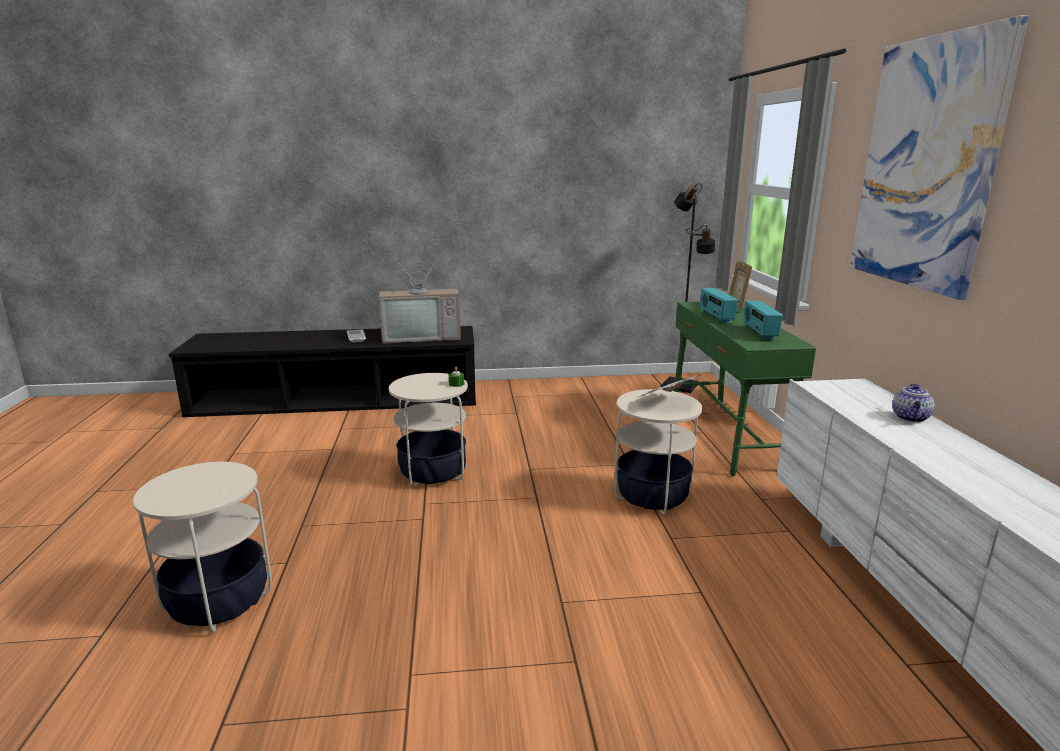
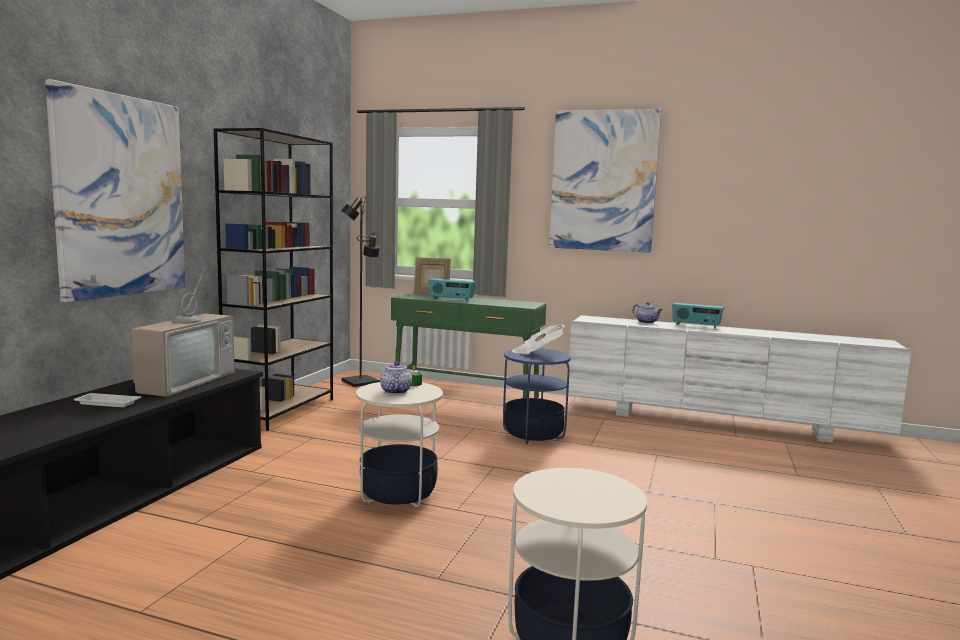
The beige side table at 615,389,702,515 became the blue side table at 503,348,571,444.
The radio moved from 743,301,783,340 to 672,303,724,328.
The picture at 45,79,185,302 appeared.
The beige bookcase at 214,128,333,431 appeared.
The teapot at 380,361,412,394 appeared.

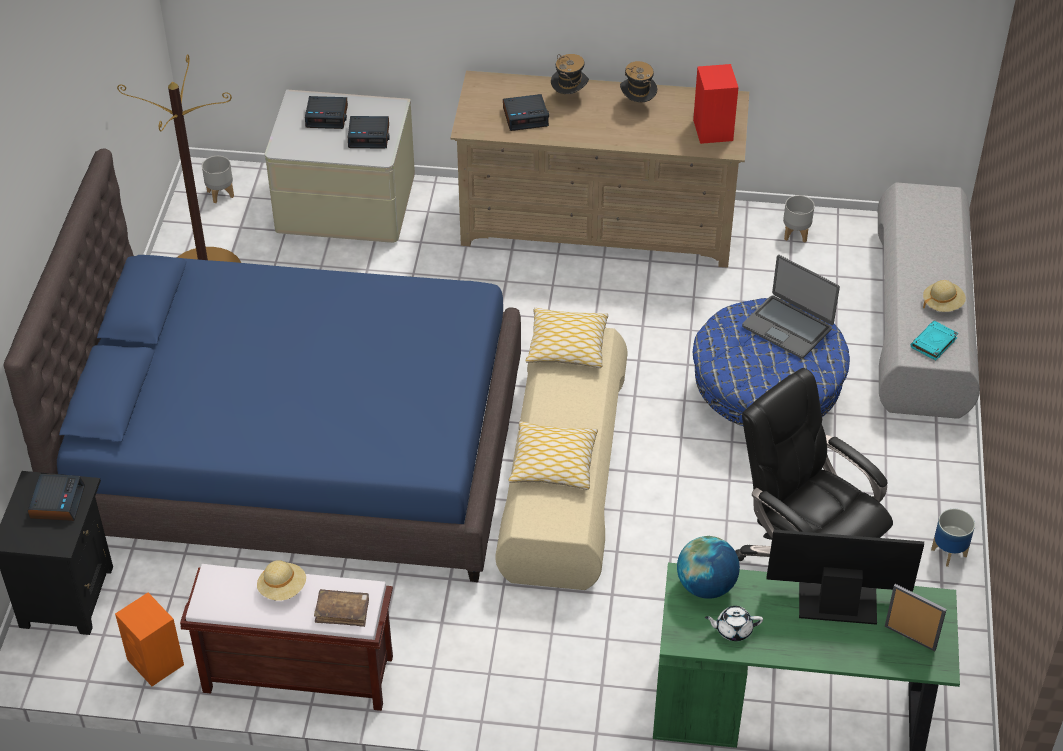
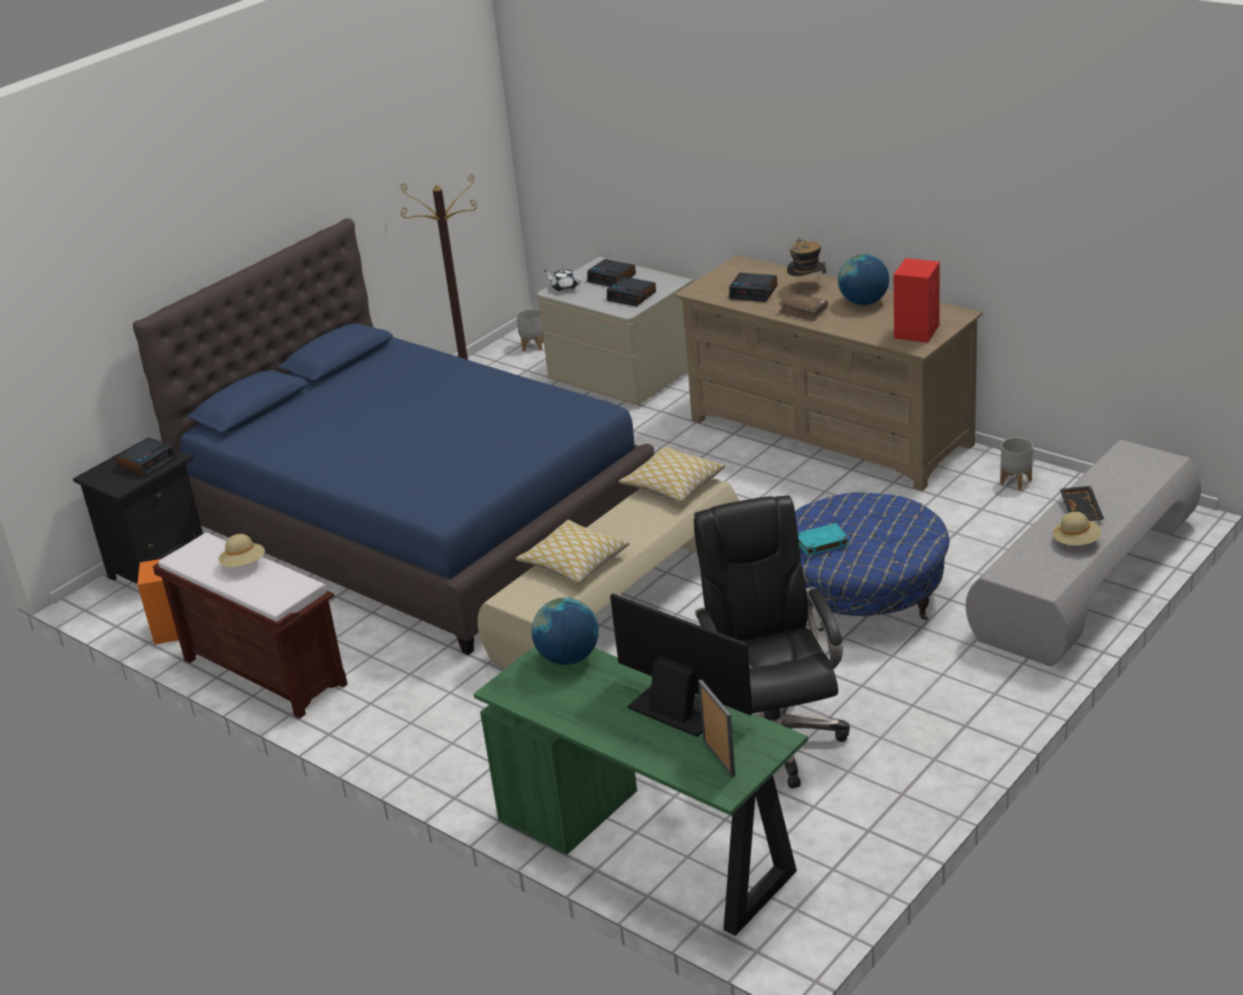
The brown book moved from 314,589,369,627 to 779,293,828,321.
The hat at 620,61,657,102 was replaced by the globe at 838,254,889,305.
The white teapot moved from 705,606,763,641 to 544,269,581,292.
The laptop at 742,255,840,359 disappeared.
The turquoise book moved from 911,321,958,361 to 798,523,849,556.
The planter at 931,509,975,567 disappeared.
The black tray at 1060,486,1104,521 appeared.

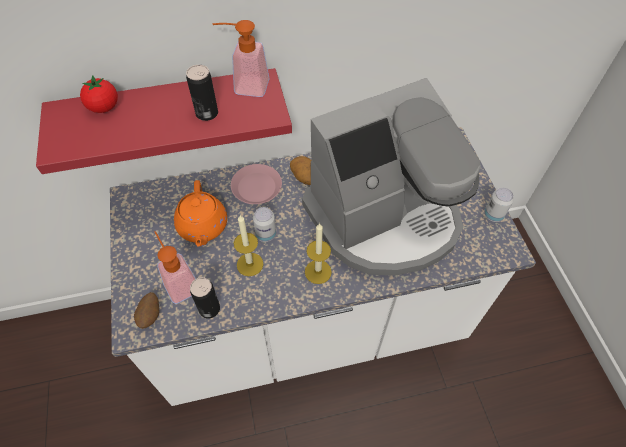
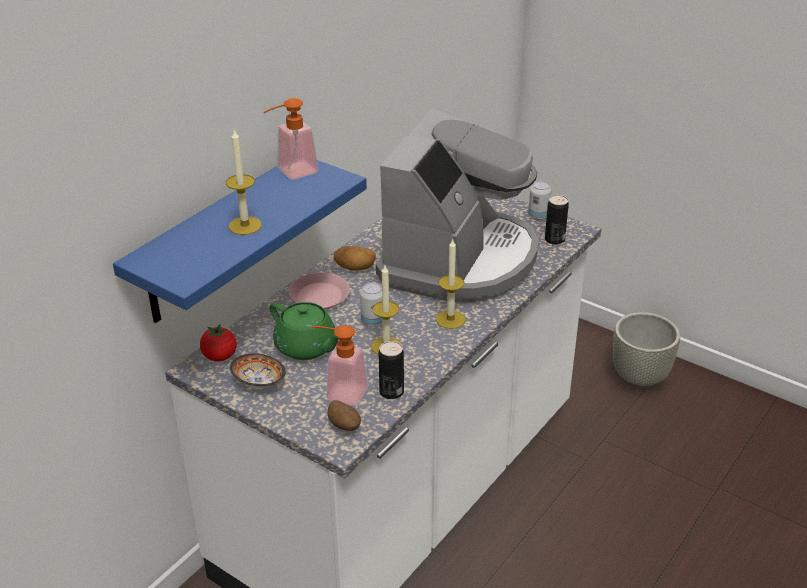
The red shelf at 36,68,292,174 became the blue shelf at 113,160,367,323.
The tomato moved from 80,75,118,113 to 200,324,237,361.
The orange teapot at 174,180,227,247 became the green teapot at 269,302,338,360.
The can moved from 186,65,218,121 to 545,195,569,245.
The candle at 226,129,262,235 appeared.
The bowl at 230,353,286,388 appeared.
The grey planter at 613,312,680,387 appeared.

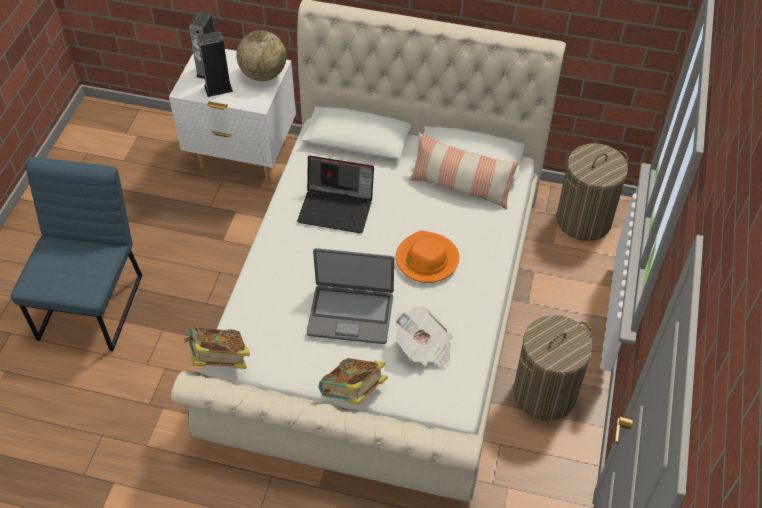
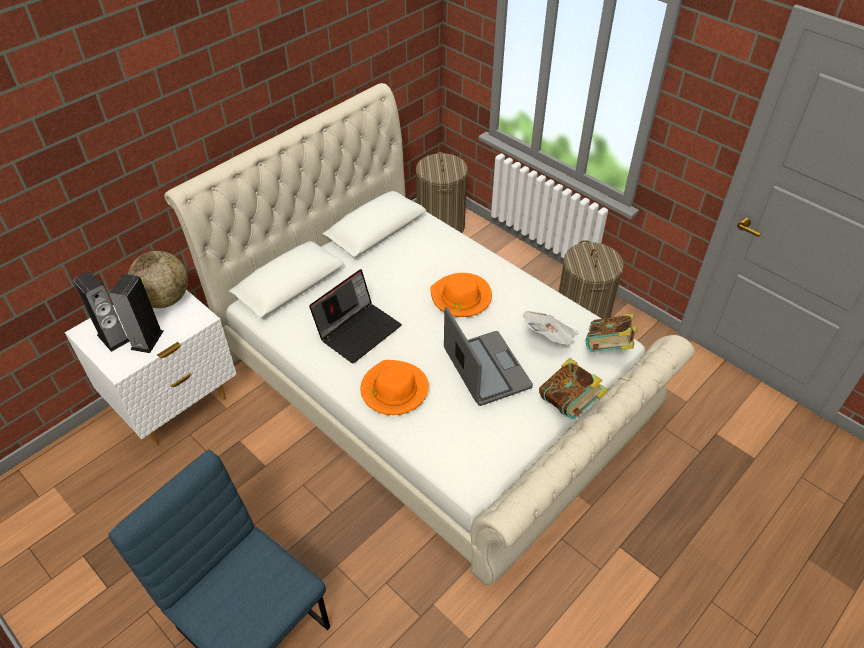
The book moved from 184,327,250,369 to 586,313,637,352.
The laptop at 307,248,394,344 turned 60 degrees counterclockwise.
The pillow at 409,133,519,210 disappeared.
The orange hat at 360,360,429,415 appeared.

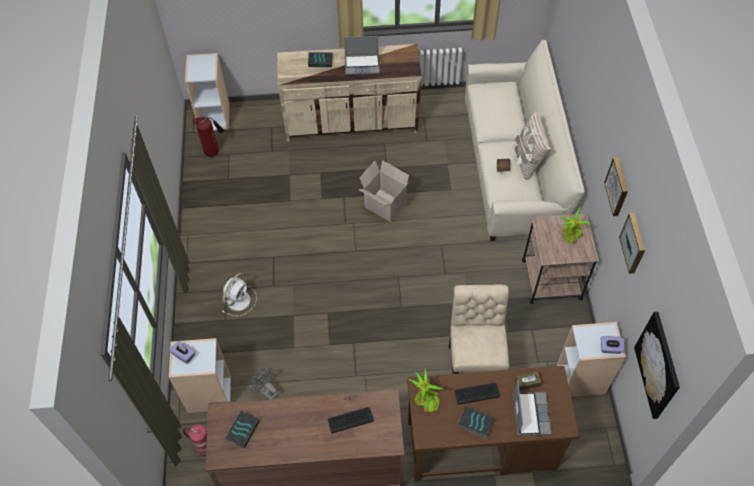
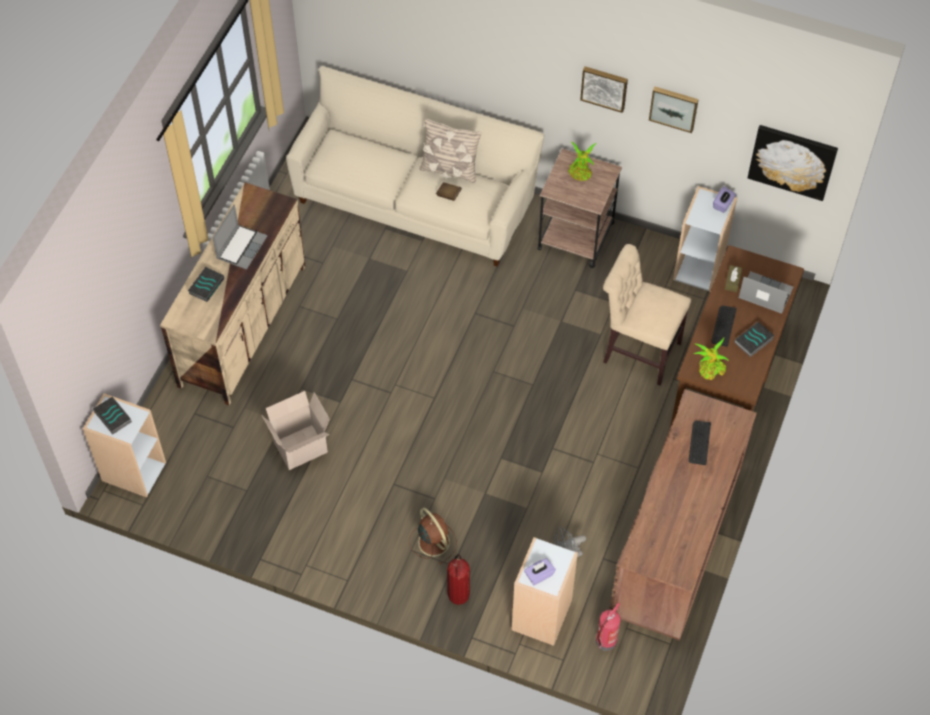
The fire extinguisher moved from 192,116,224,157 to 447,554,470,605.
The white fan at 222,272,257,316 became the brown fan at 409,508,457,565.
The book moved from 225,410,260,448 to 93,397,132,435.
The cardboard box moved from 358,160,411,222 to 262,391,330,470.

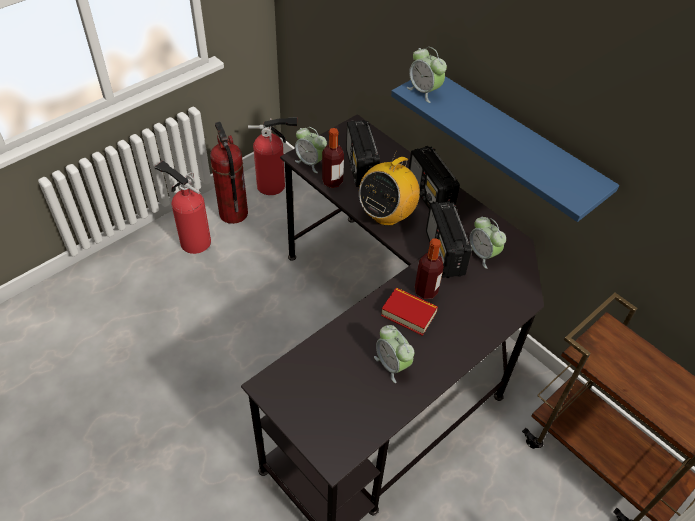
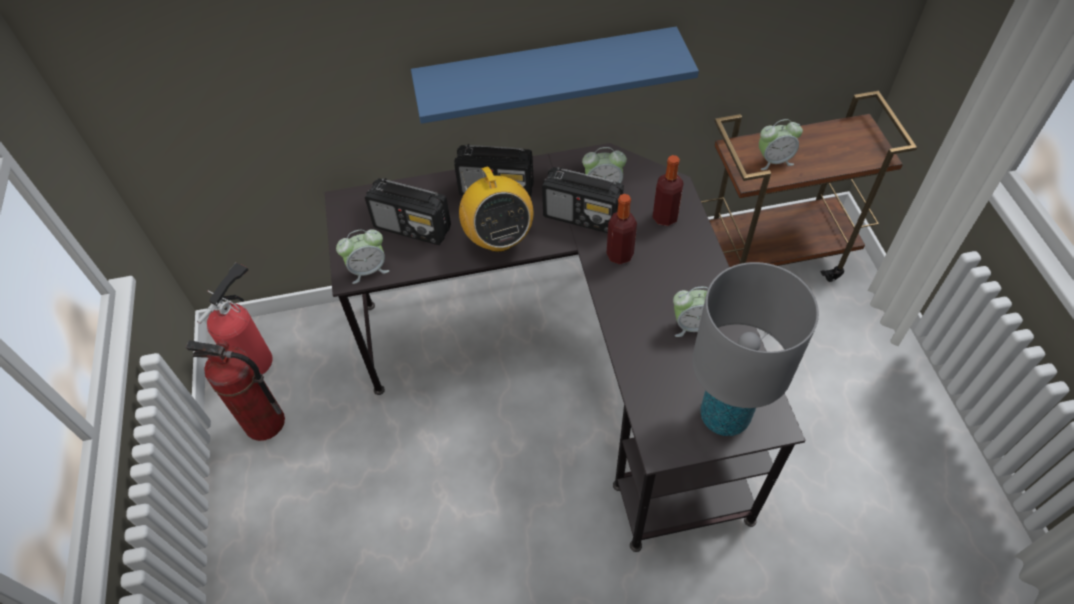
The fire extinguisher at 155,161,211,254 disappeared.
The bottle moved from 322,128,344,188 to 652,155,683,226.
The book at 381,288,438,336 disappeared.
The alarm clock moved from 407,47,447,103 to 759,119,803,170.
The grey table lamp at 692,262,819,436 appeared.

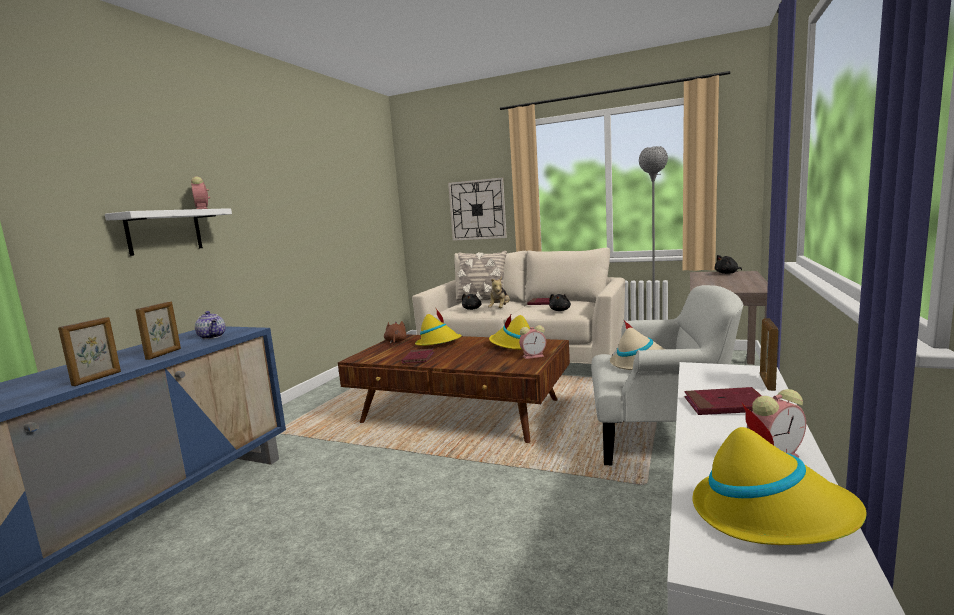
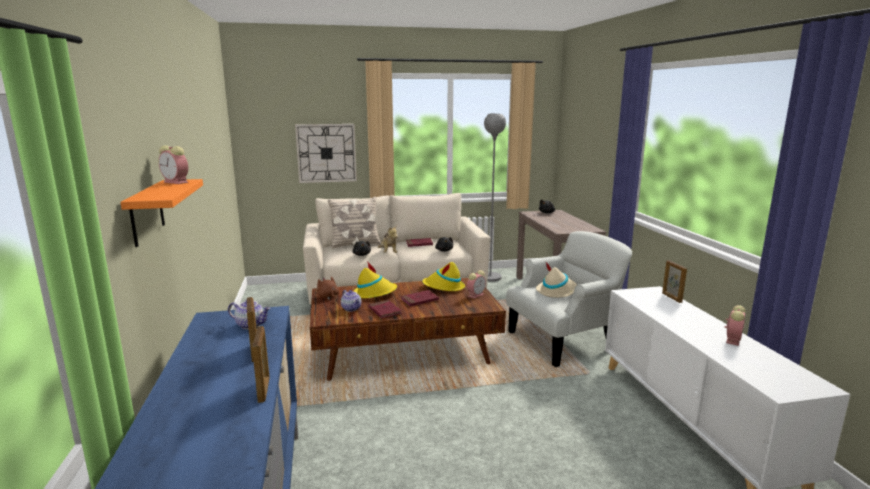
The white shelf at 105,208,232,256 became the orange shelf at 121,179,203,247.
The red book moved from 684,387,762,415 to 401,290,439,307.
The yellow hat at 692,402,867,545 disappeared.
The teapot at 341,290,361,312 appeared.

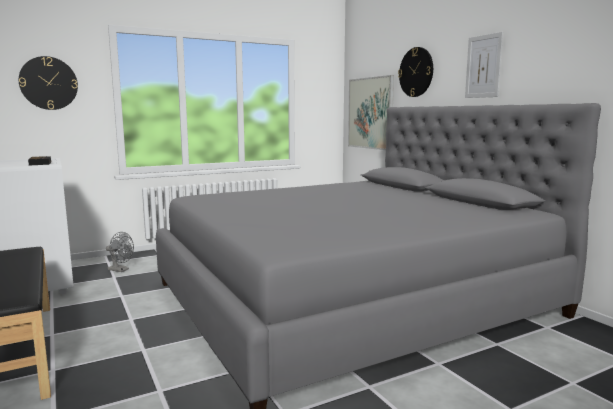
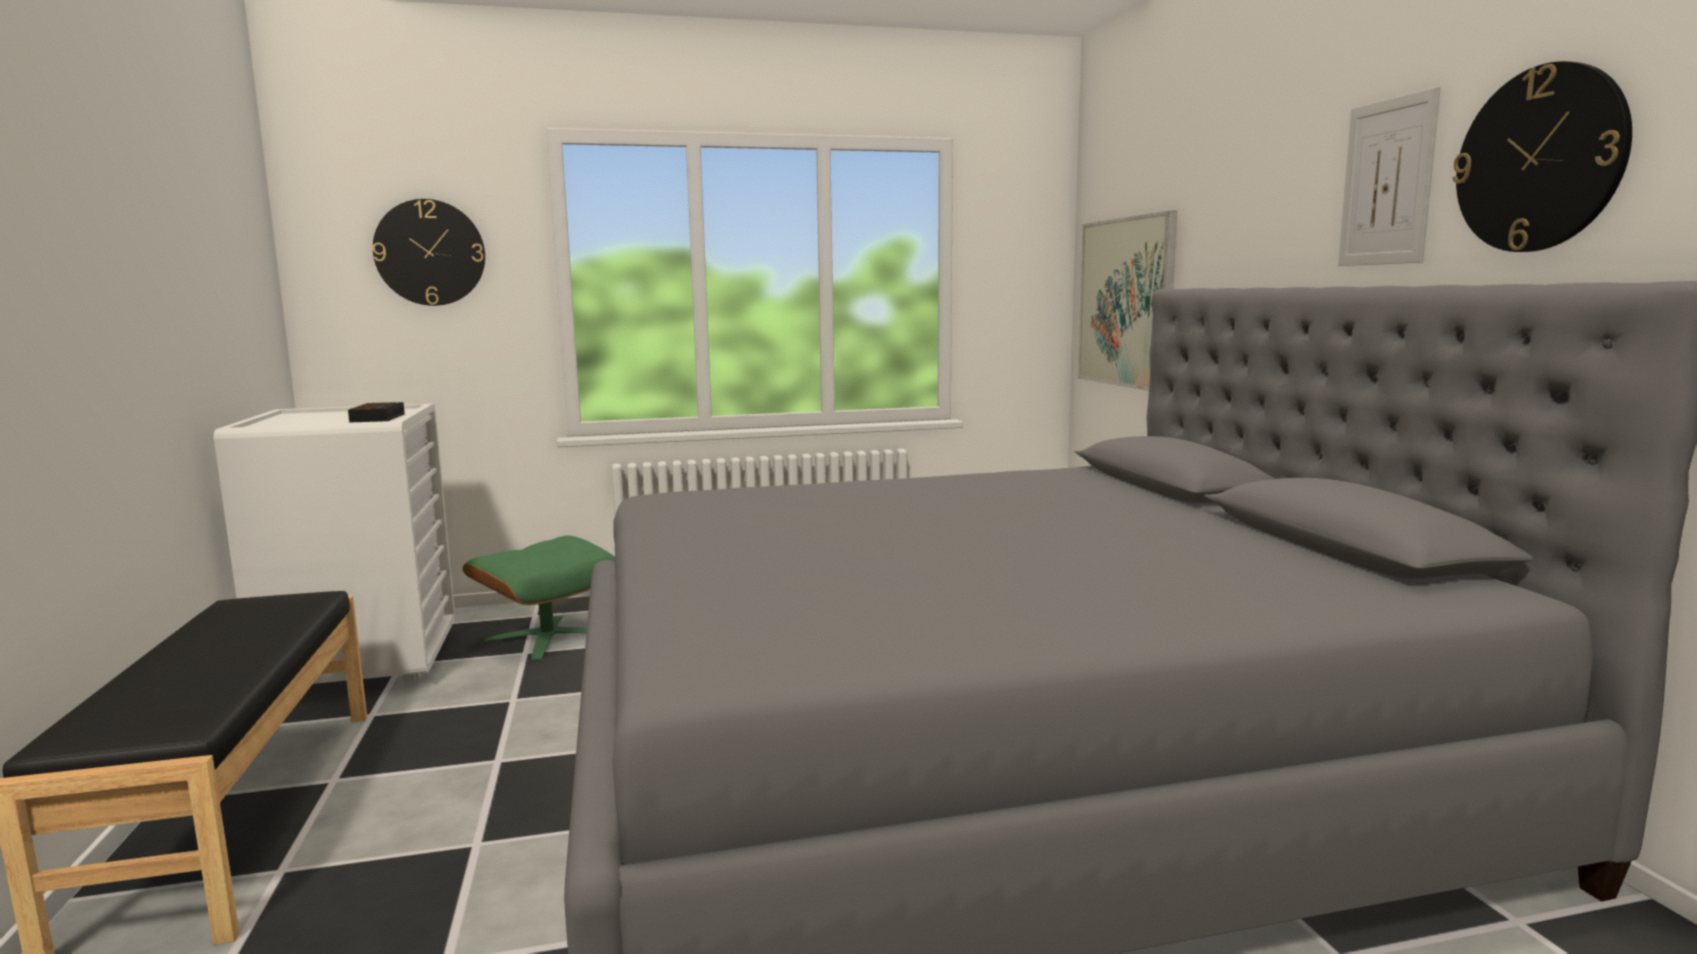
The grey fan at 106,232,134,272 was replaced by the green ottoman at 463,536,615,660.
The wall clock moved from 398,47,433,97 to 1452,61,1632,252.

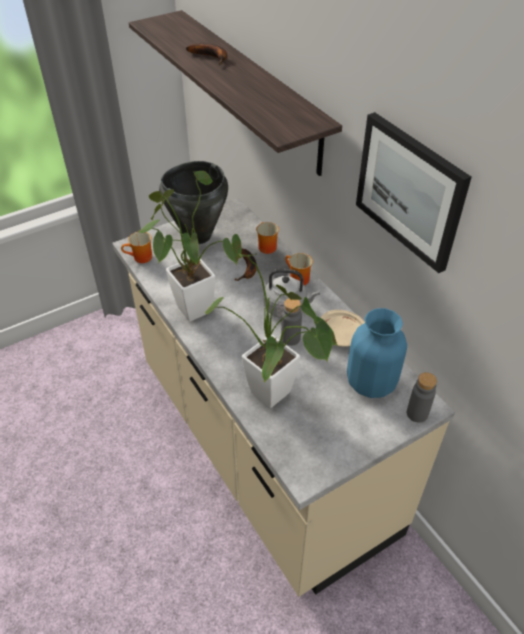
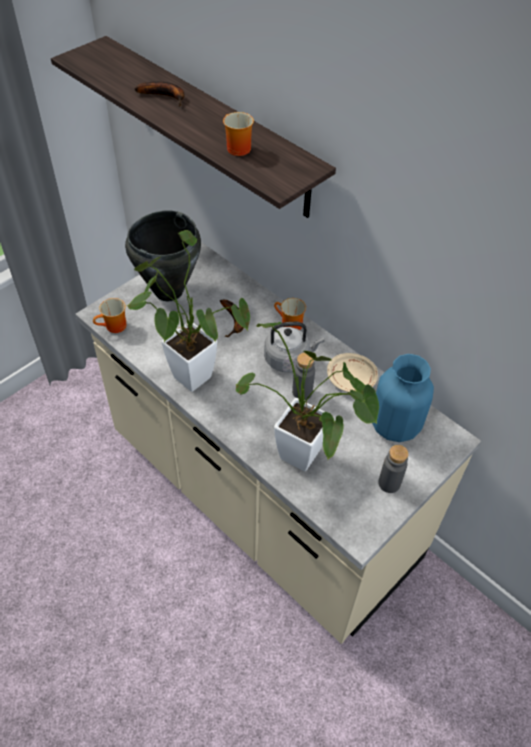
The mug moved from 256,222,279,254 to 223,112,254,156.
The picture at 356,112,472,273 disappeared.
The grey bottle moved from 407,372,437,423 to 378,445,409,493.

